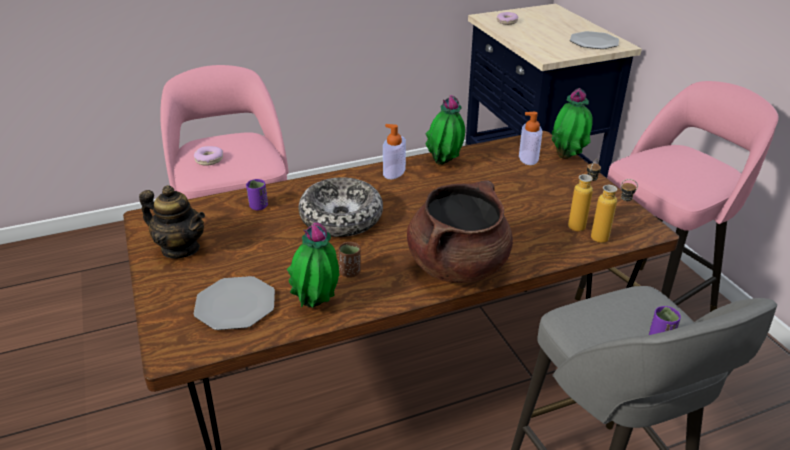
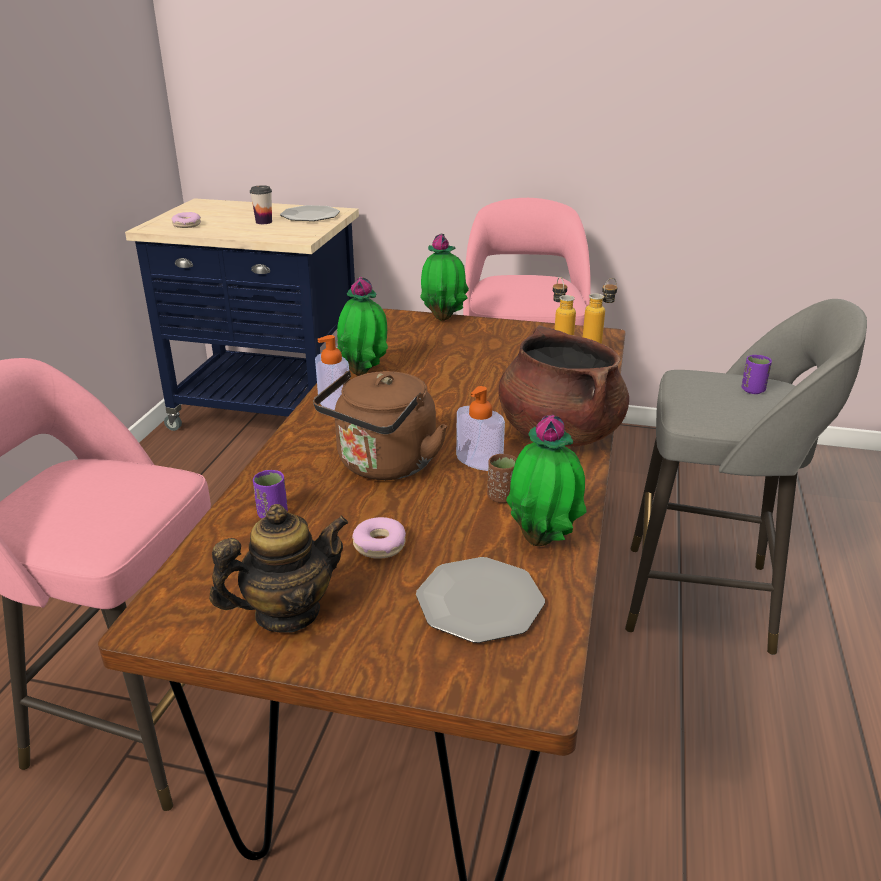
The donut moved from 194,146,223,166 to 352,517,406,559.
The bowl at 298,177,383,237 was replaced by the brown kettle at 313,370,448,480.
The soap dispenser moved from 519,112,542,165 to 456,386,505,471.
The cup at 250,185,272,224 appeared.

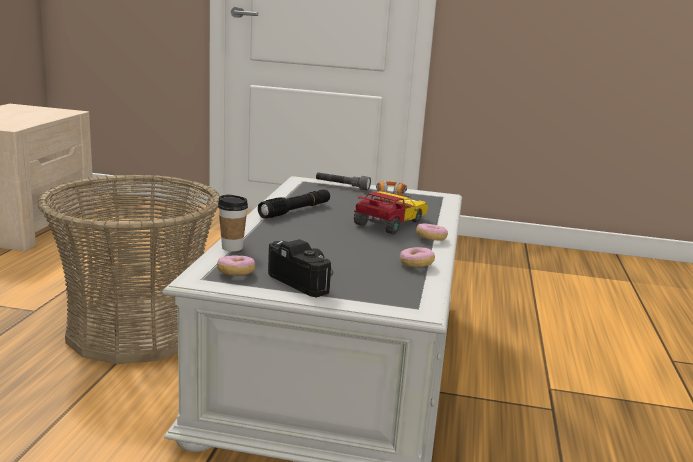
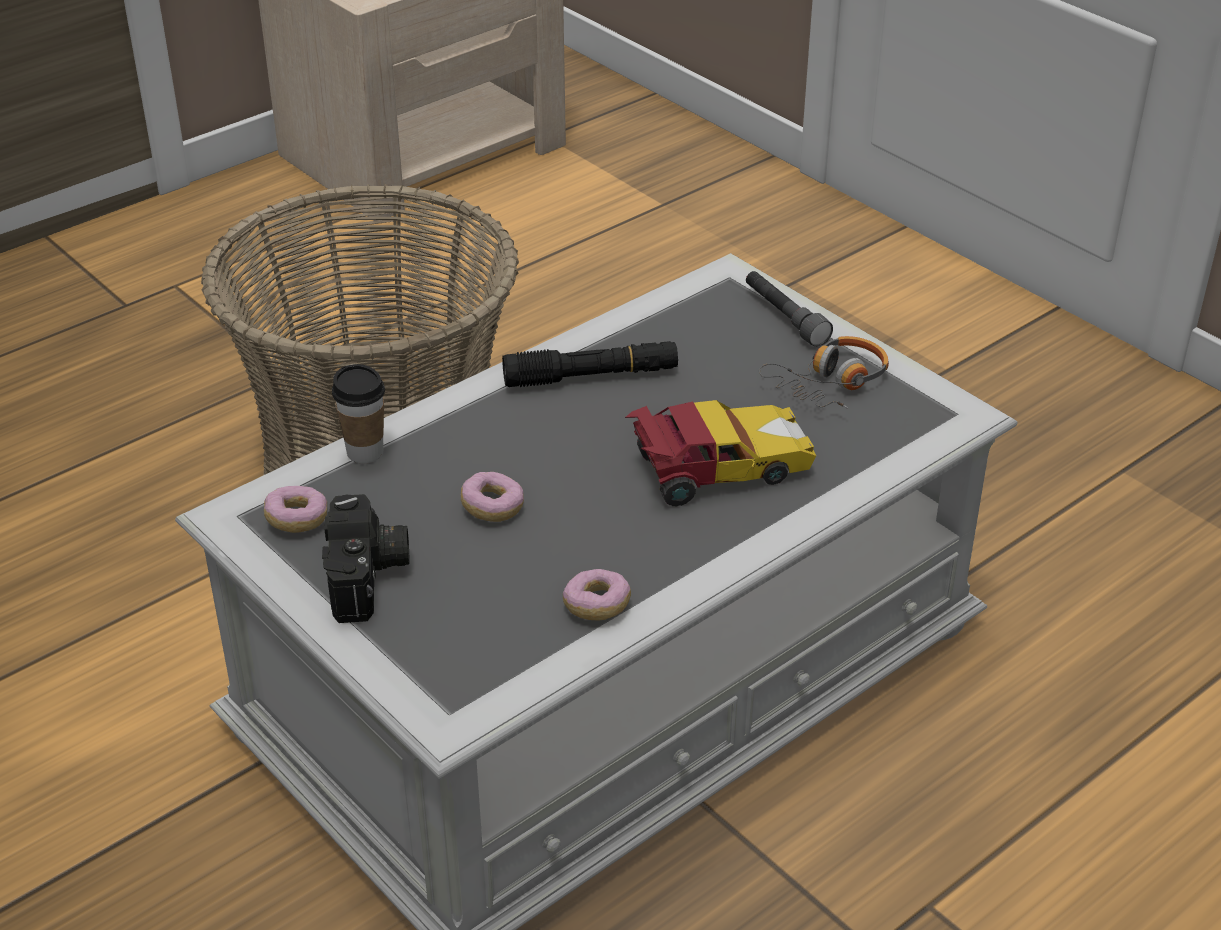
The donut moved from 416,223,448,240 to 461,472,524,522.

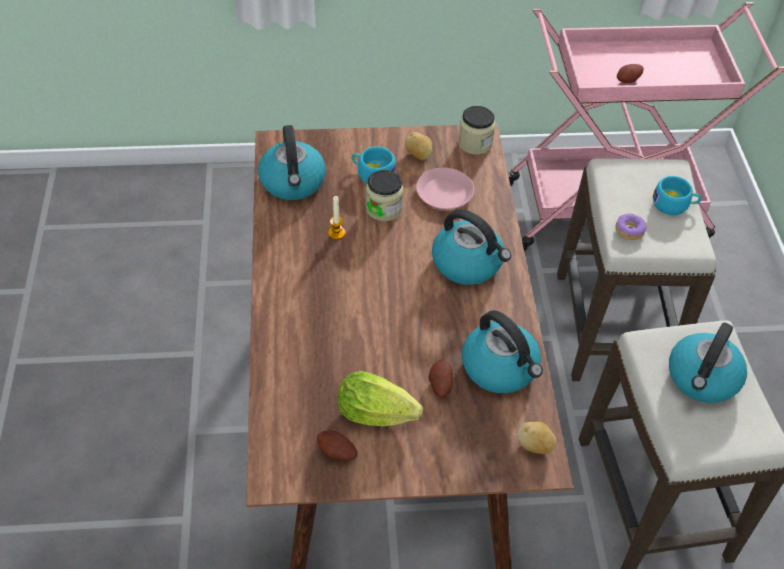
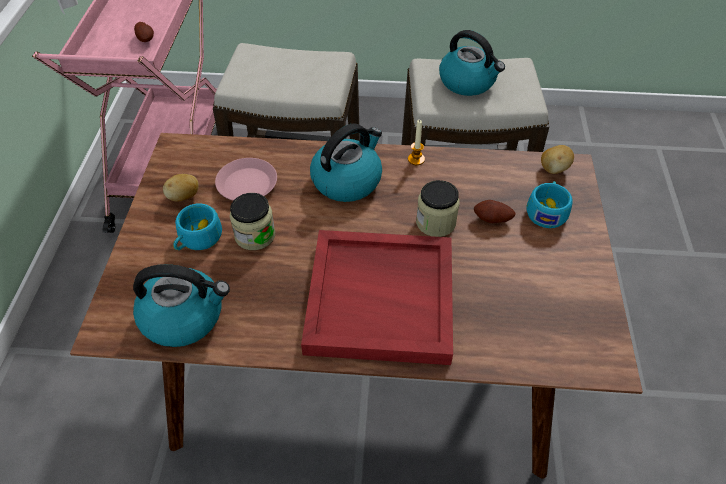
The potato at 317,430,357,461 disappeared.
The candle moved from 328,196,346,240 to 408,120,425,165.
The lettuce at 337,371,423,426 disappeared.
The jar moved from 458,106,495,155 to 416,180,460,237.
The kettle at 462,310,543,393 disappeared.
The donut at 615,214,647,240 disappeared.
The turquoise cup moved from 653,176,702,215 to 527,181,573,228.
The red tray at 301,230,453,365 appeared.

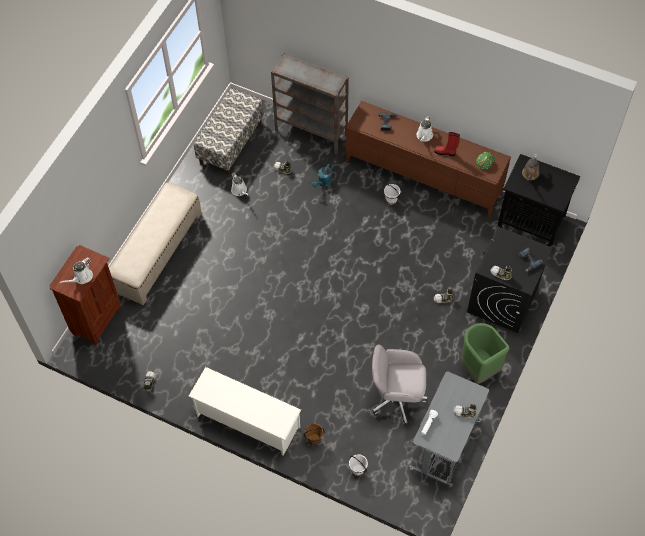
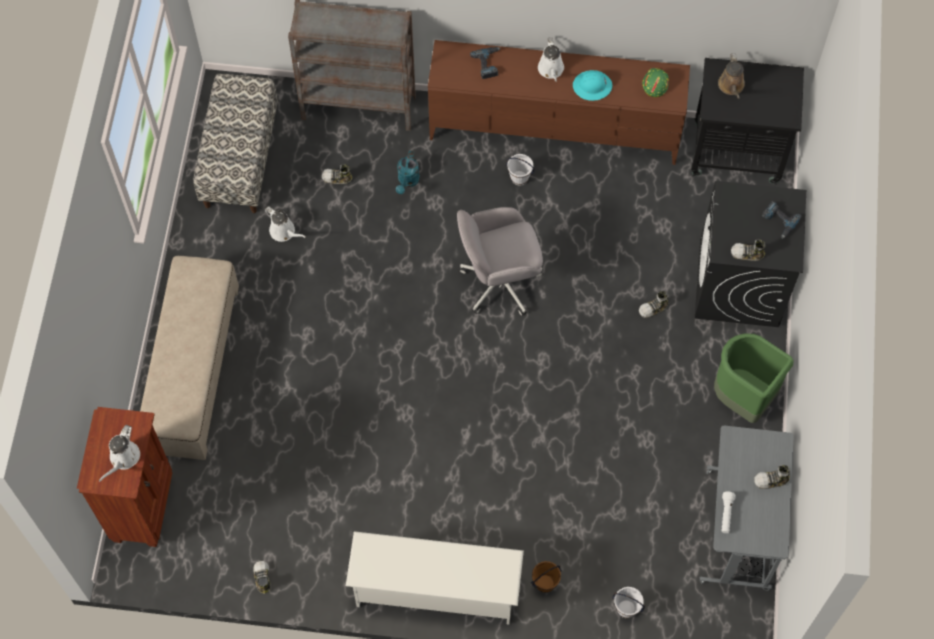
The grey office chair moved from 372,345,427,425 to 457,207,543,316.
The red boot at 434,132,460,156 was replaced by the turquoise hard hat at 573,70,612,101.

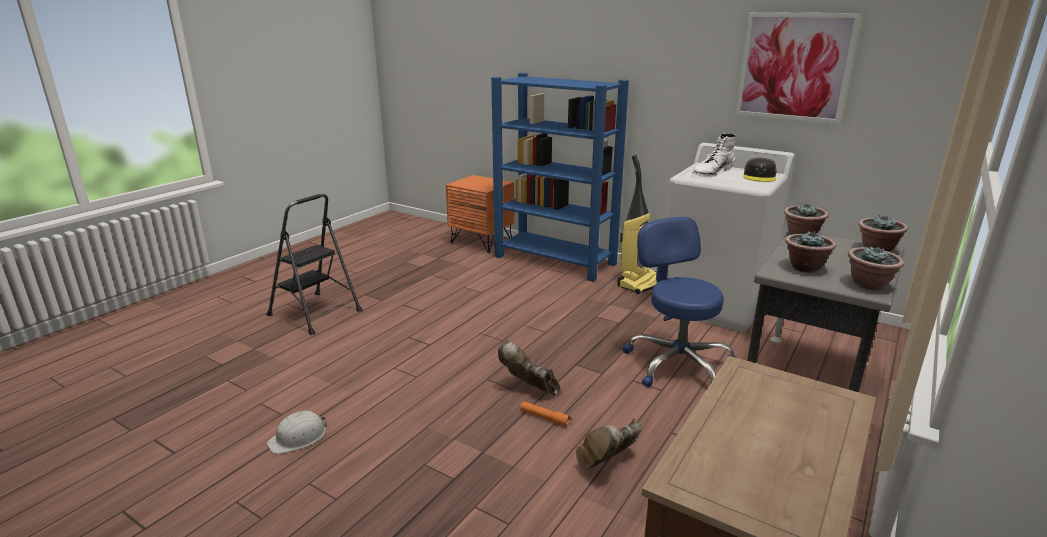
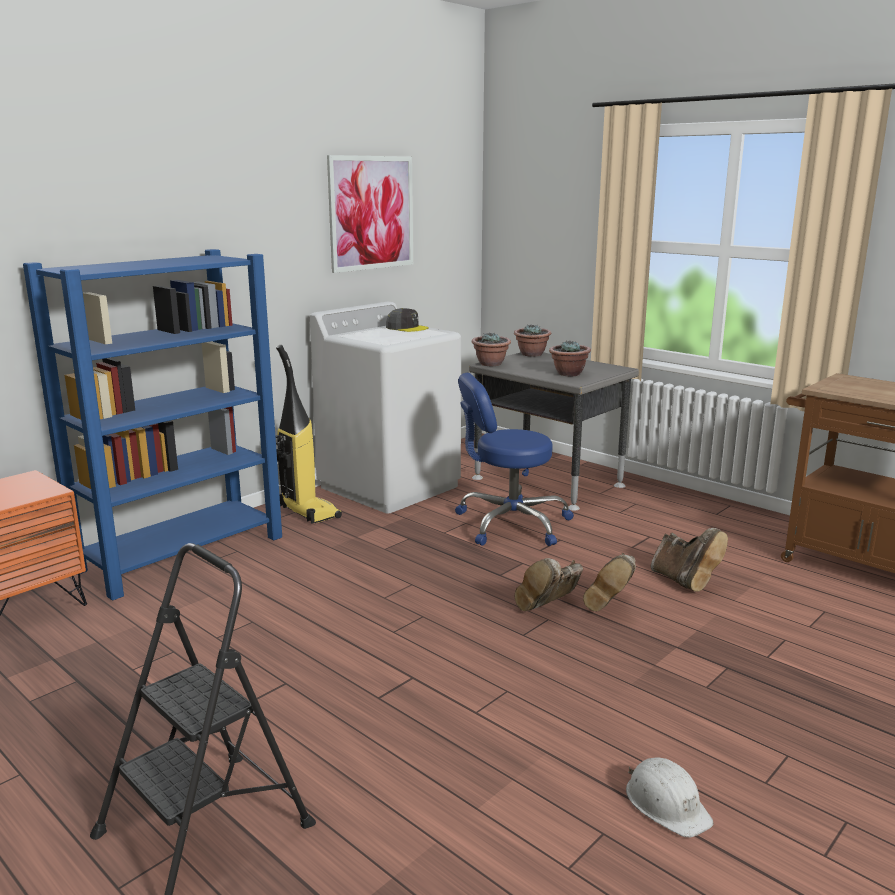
The orange flashlight at 520,401,571,427 was replaced by the brown boot at 583,553,636,611.
The white boot at 692,134,737,177 disappeared.
The potted plant at 848,246,904,290 disappeared.

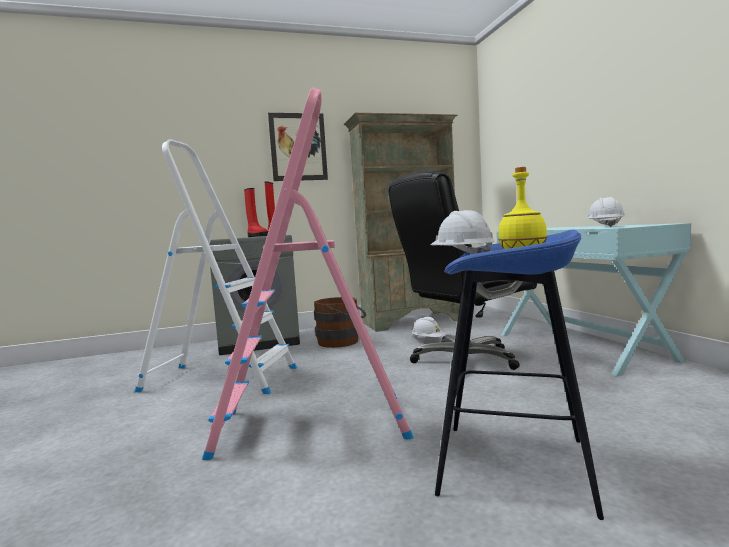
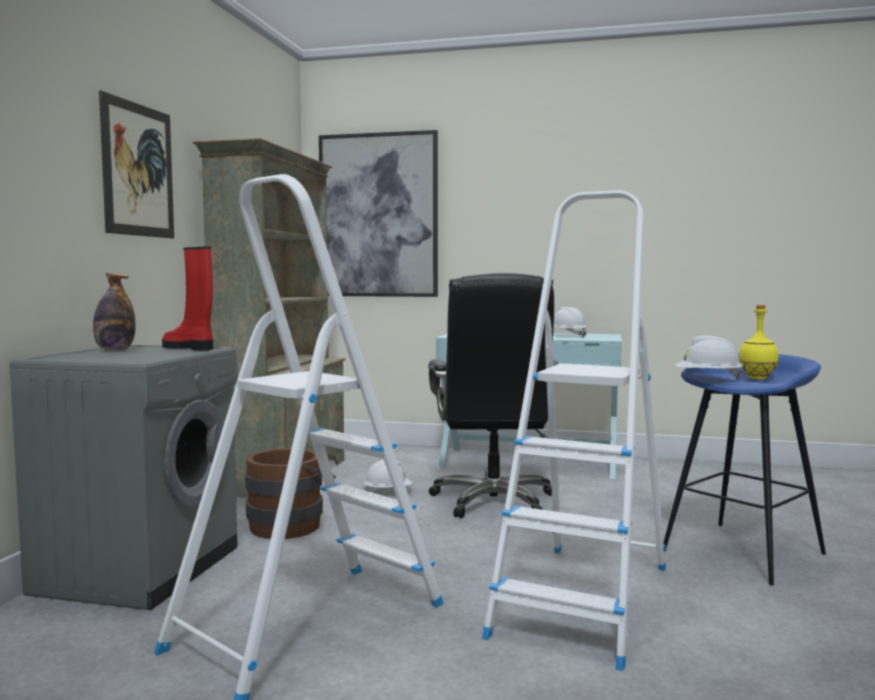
The pink step ladder at 202,88,414,460 became the white step ladder at 482,190,666,670.
The red boot at 244,188,268,237 was replaced by the bottle at 93,273,136,350.
The picture at 319,130,438,297 appeared.

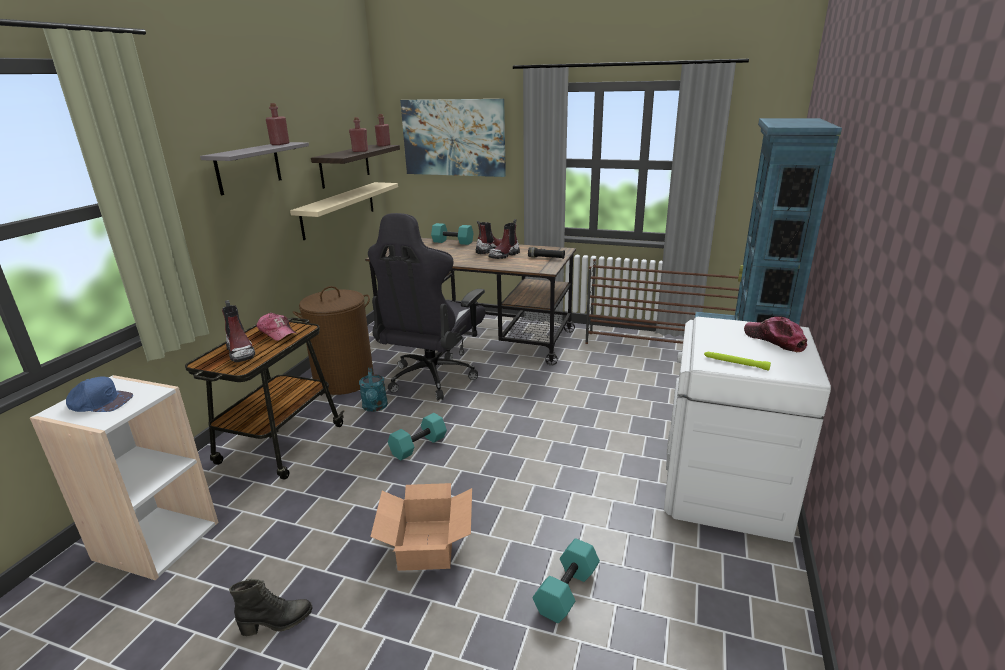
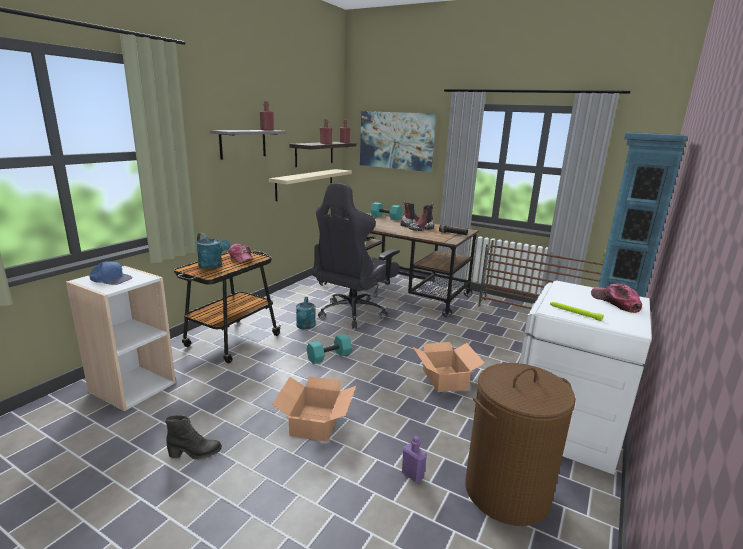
The boot at 222,300,255,362 was replaced by the turquoise watering can at 196,233,230,269.
The brown laundry basket moved from 293,286,374,395 to 465,363,576,526.
The turquoise dumbbell at 532,538,600,623 was replaced by the purple bottle at 402,436,427,482.
The cardboard box at 413,342,485,392 appeared.

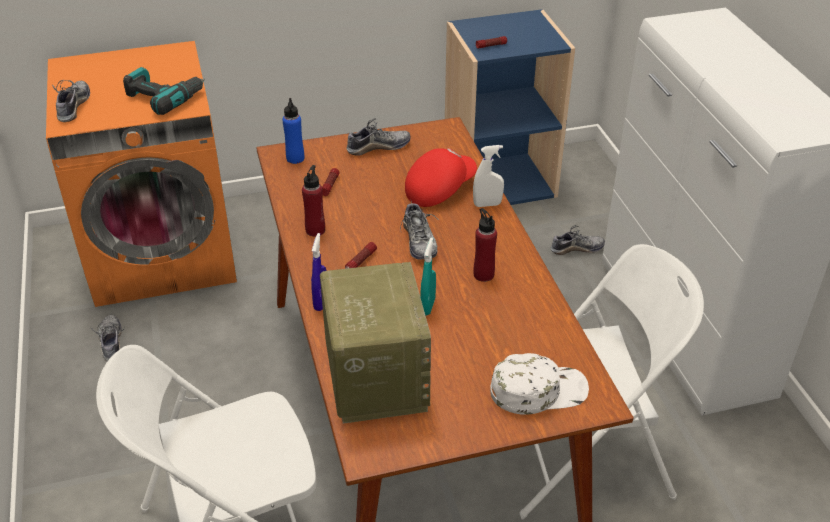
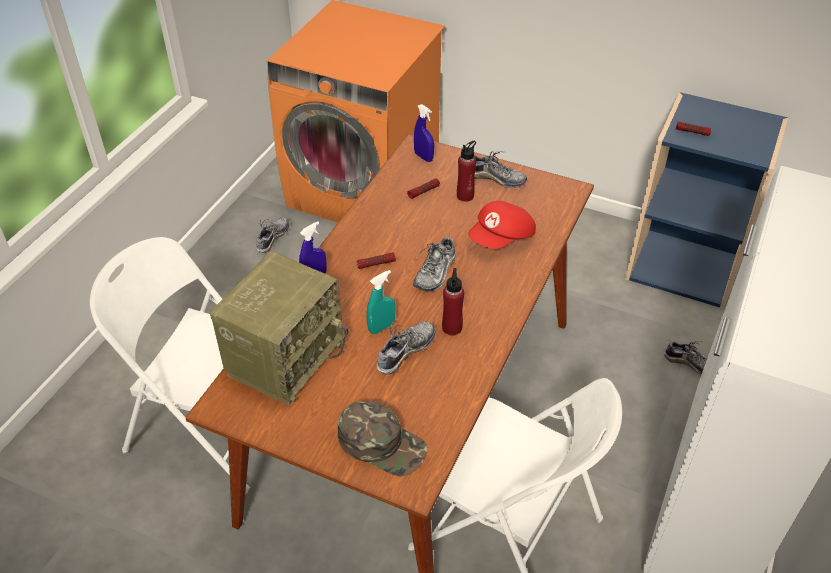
The shoe moved from 52,80,90,122 to 377,322,435,374.
The power drill at 123,67,205,115 disappeared.
The blue bottle at 282,98,304,164 was replaced by the blue spray bottle at 414,104,434,162.
The red bottle moved from 302,165,325,236 to 457,141,476,202.
The red cap at 405,148,477,207 turned 135 degrees clockwise.
The white spray bottle at 473,145,504,207 disappeared.
The white cap at 490,353,589,415 became the green cap at 337,401,428,476.

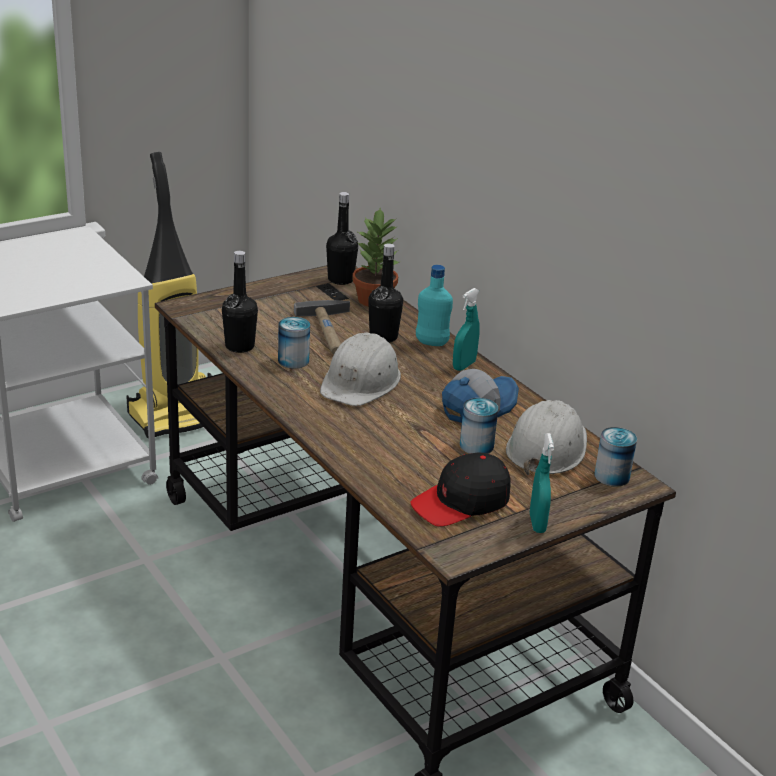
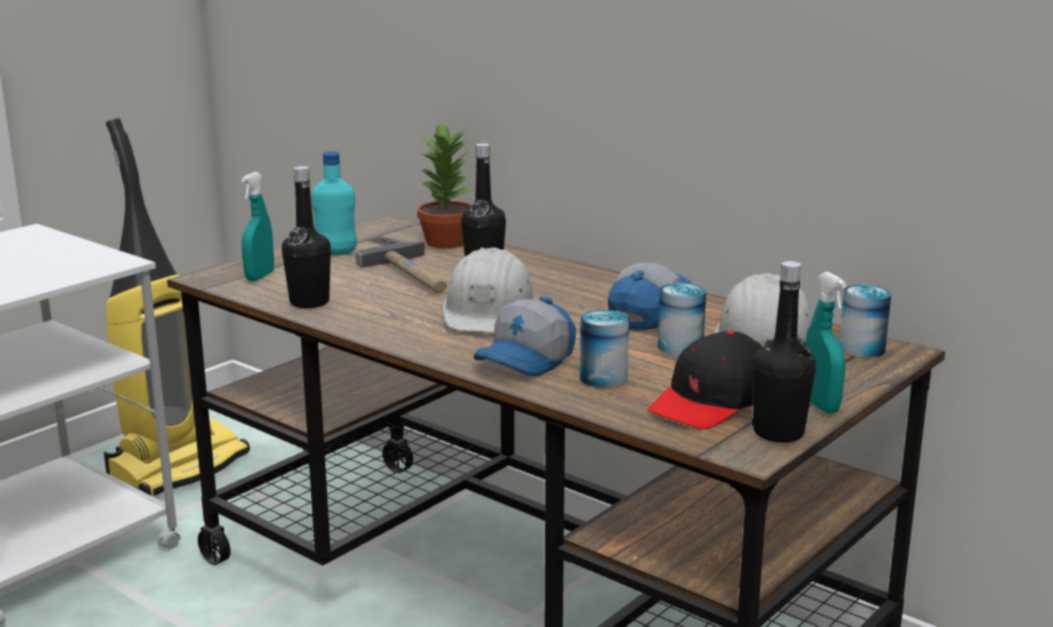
The can moved from 278,317,310,369 to 580,310,629,388.
The black bottle moved from 326,192,358,285 to 752,261,816,443.
The turquoise bottle moved from 416,265,453,346 to 311,151,357,255.
The turquoise spray bottle moved from 453,288,479,371 to 241,172,274,281.
The cap at 474,296,576,376 appeared.

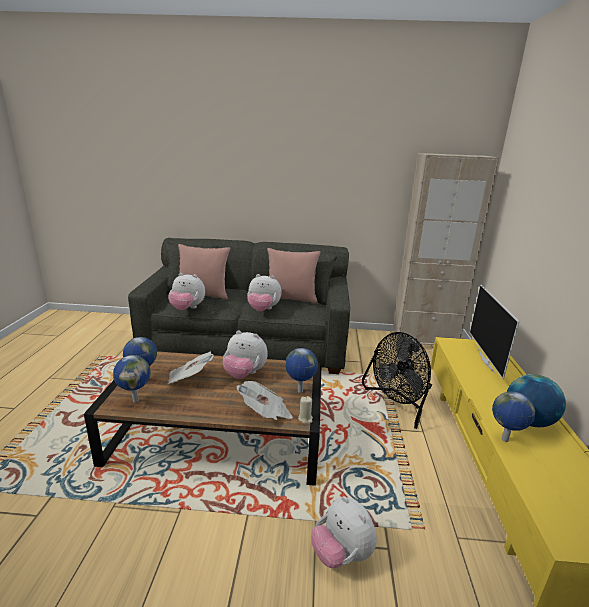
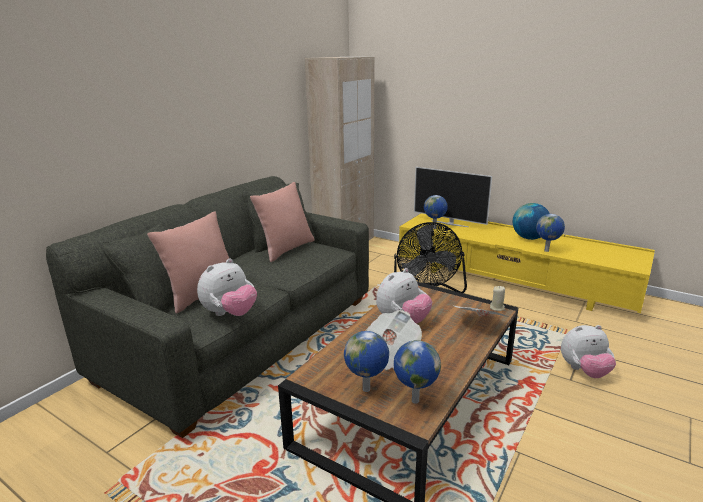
The plush toy at 247,274,282,311 disappeared.
The globe moved from 285,348,318,393 to 424,195,447,229.

